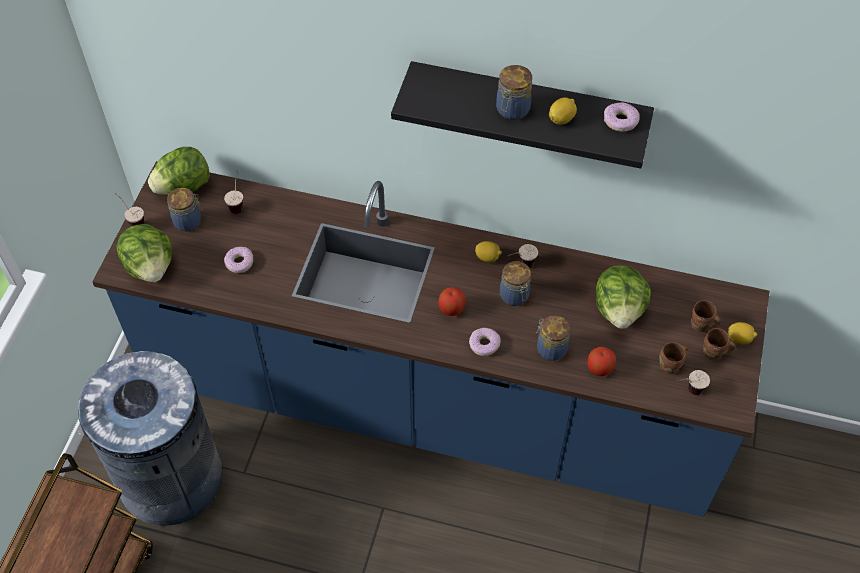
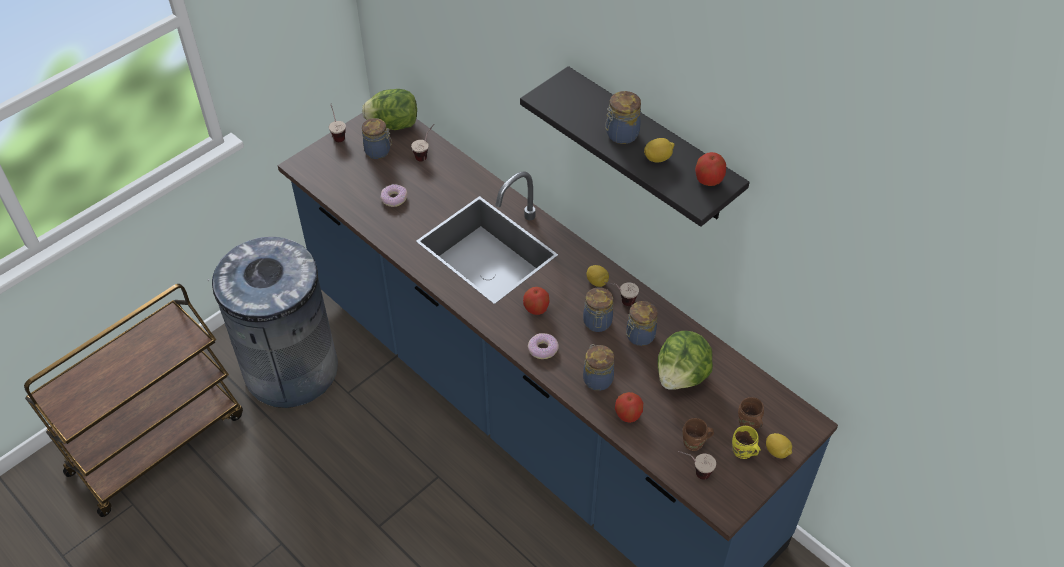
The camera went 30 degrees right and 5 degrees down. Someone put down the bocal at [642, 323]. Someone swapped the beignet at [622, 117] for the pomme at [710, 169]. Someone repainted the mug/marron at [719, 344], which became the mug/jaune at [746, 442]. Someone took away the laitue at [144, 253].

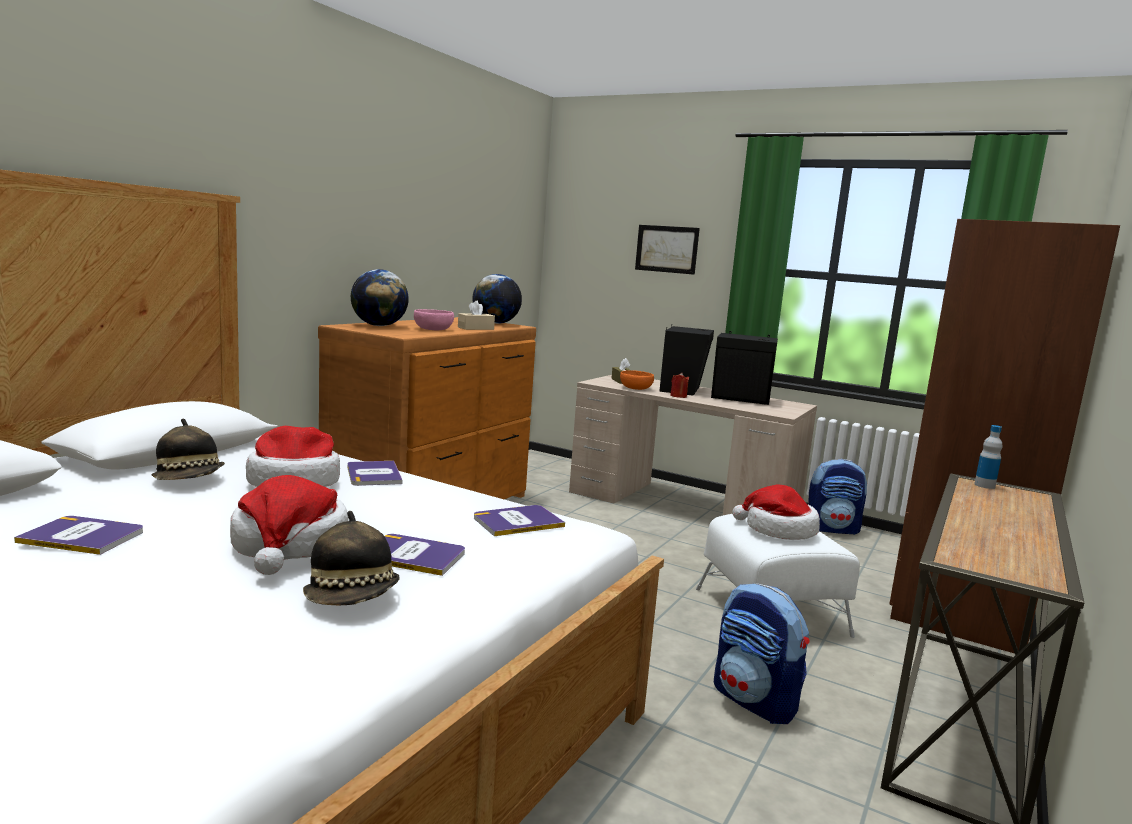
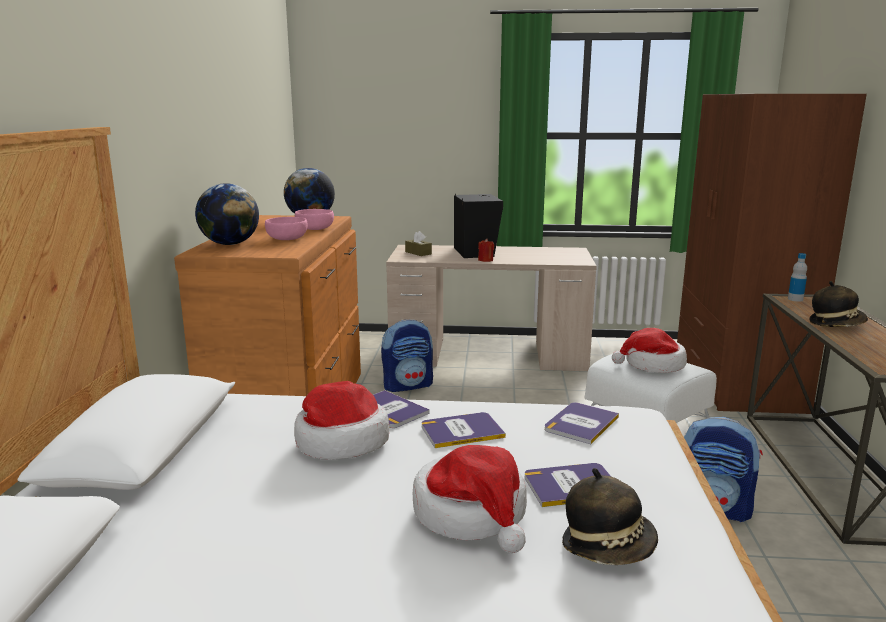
The camera went 25 degrees left and 5 degrees up. Someone swapped the boîte à mouchoirs/beige at [476, 315] for the bol/rose at [314, 219]. Someone carried the sac à dos from [838, 497] to [407, 355]. Someone carried the livre from [78, 535] to [464, 430]. Someone carried the chapeau from [188, 449] to [838, 304]. Someone took away the bol/orange at [637, 380]. Someone took away the tableau at [667, 250]. Someone took away the enceinte/noir at [744, 368].

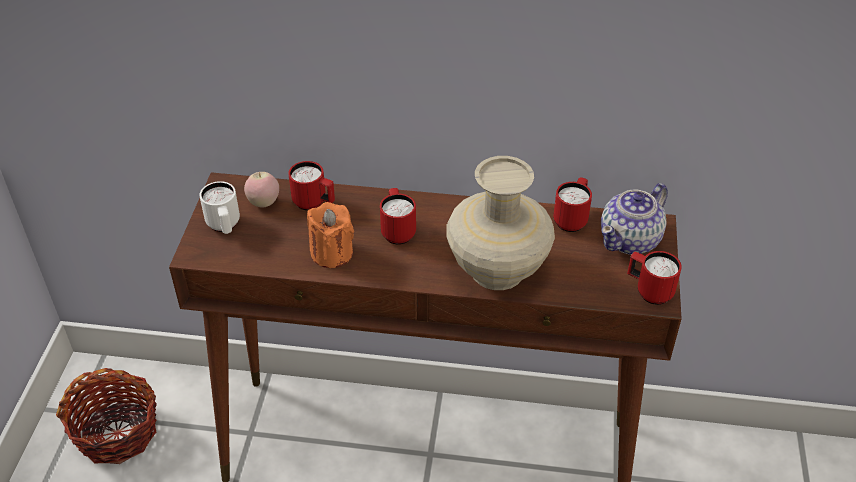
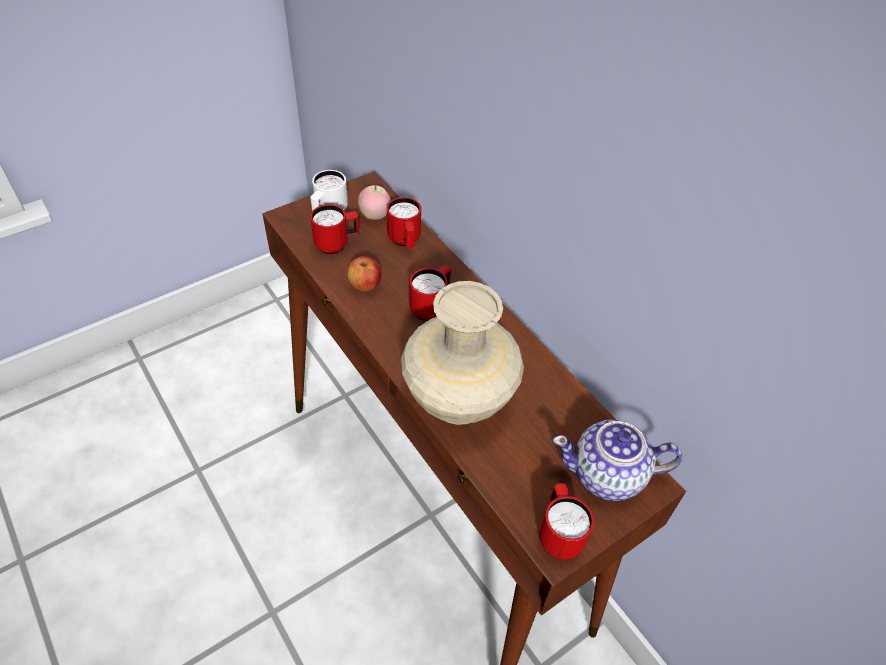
The camera went 45 degrees right and 5 degrees up. Someone carried the mug/rouge from [572, 204] to [334, 229]. Someone swapped the bougie/orange at [330, 235] for the pomme at [364, 273]. Someone took away the panier at [106, 416].

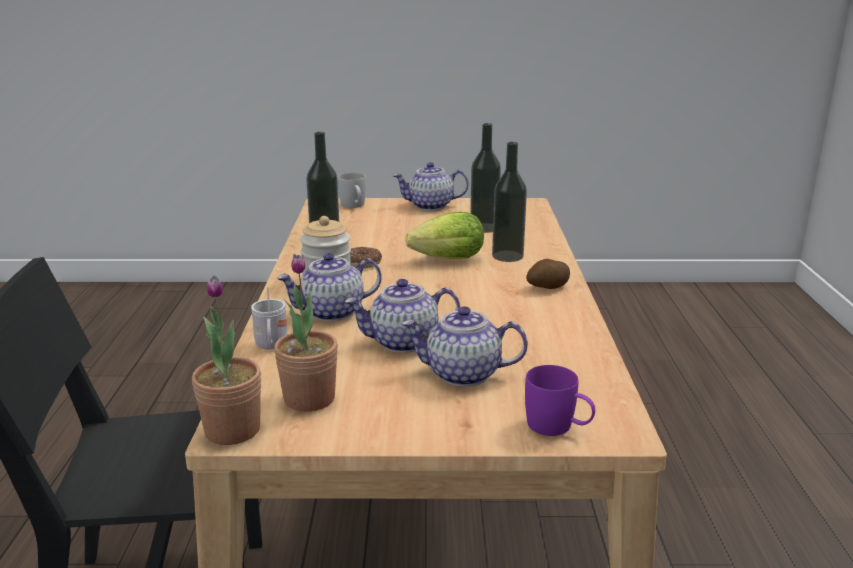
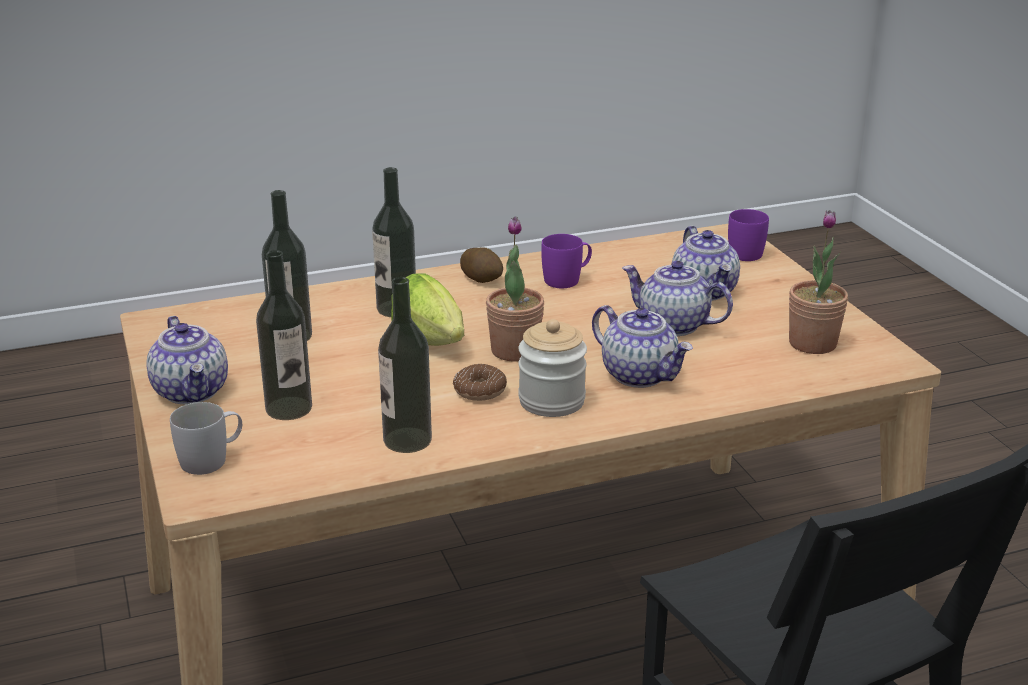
The camera went 110 degrees left and 5 degrees up. Someone put down the bouteille at [284, 335]. Someone carried the plante en pot from [226, 360] to [515, 289]. Someone put down the mug/violet at [566, 261]. Someone rotated the théière at [402, 316] by 150 degrees clockwise. Someone took away the mug/blanc at [269, 318].

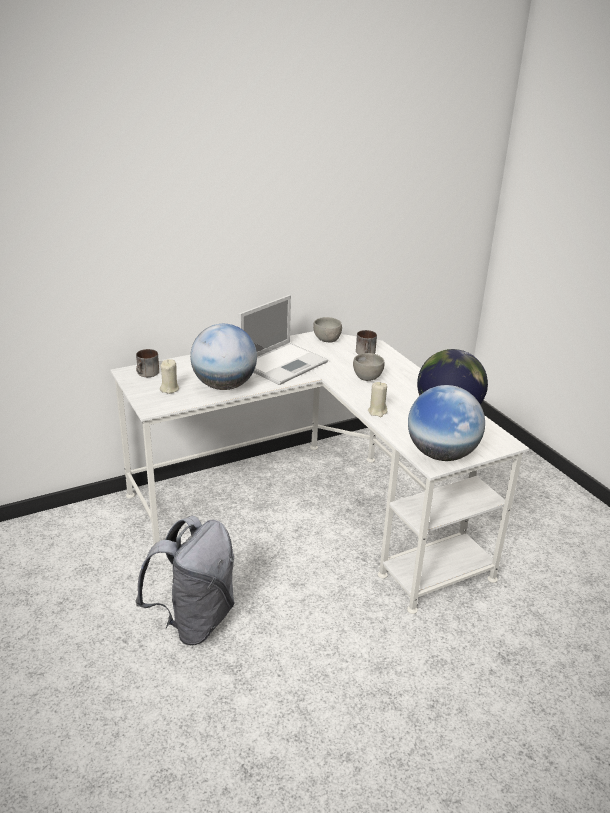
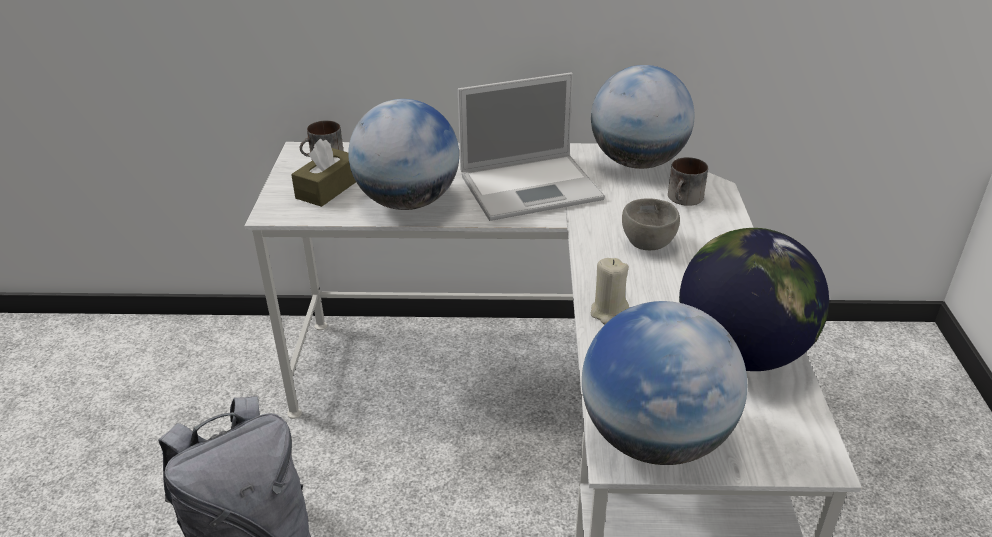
The camera went 30 degrees right and 5 degrees up. Someone swapped the bougie/beige at [169, 376] for the boîte à mouchoirs/marron at [323, 173]. Someone swapped the bol/gris at [327, 330] for the globe at [643, 117].

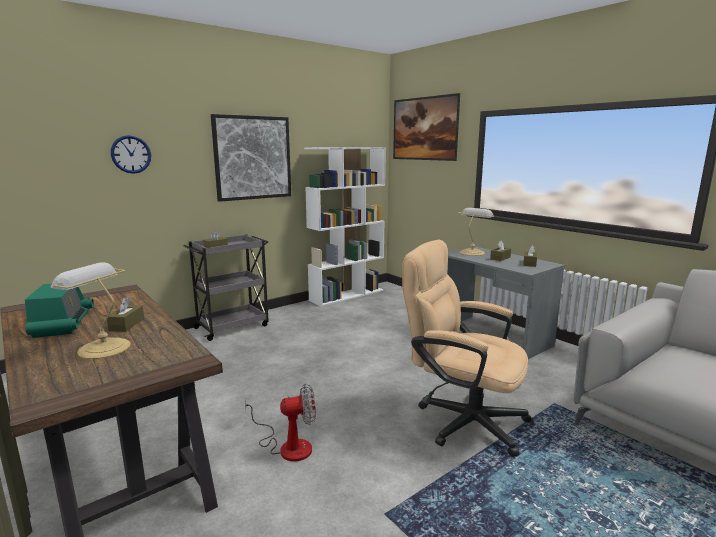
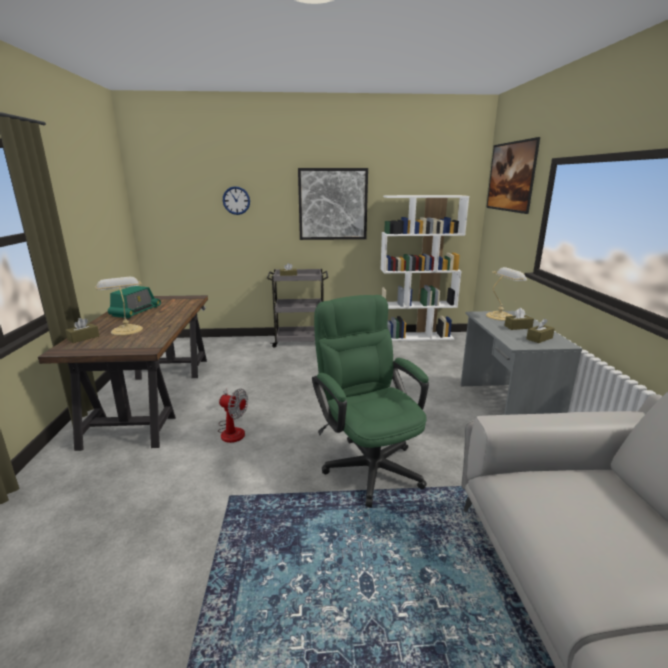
The camera went 35 degrees right and 5 degrees up. Someone carried the boîte à mouchoirs/marron from [125, 314] to [82, 330]. Someone repainted the chaise de bureau/beige at [467, 348], which became the chaise de bureau/vert at [370, 401].

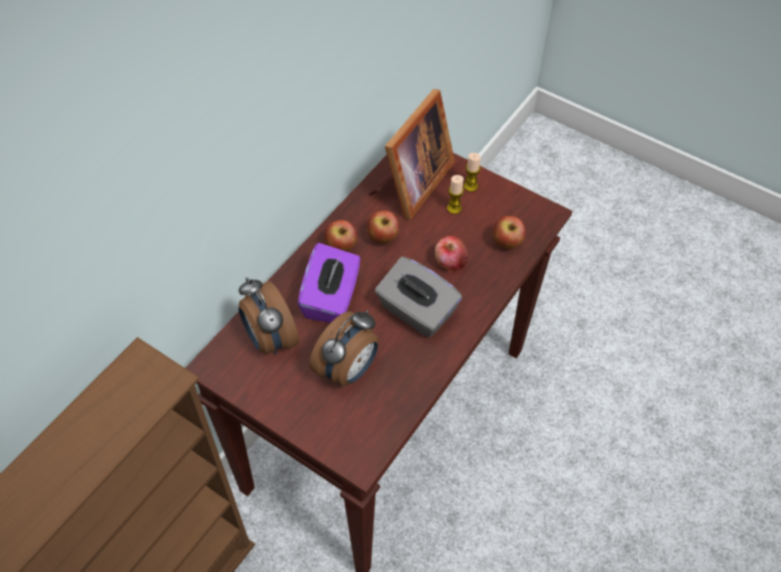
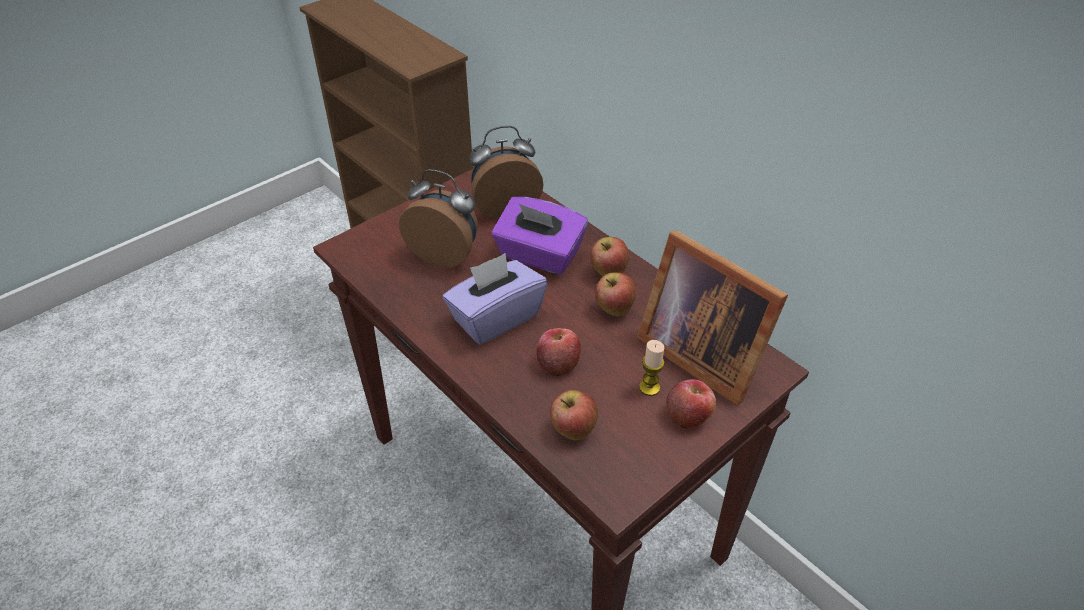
The camera went 105 degrees right and 10 degrees down. Someone rotated the réveil at [344, 348] by 150 degrees clockwise. Someone repainted the boîte à mouchoirs/gris at [418, 296], which became the boîte à mouchoirs/violet at [495, 299]. Someone swapped the bougie at [472, 172] for the pomme at [691, 403].

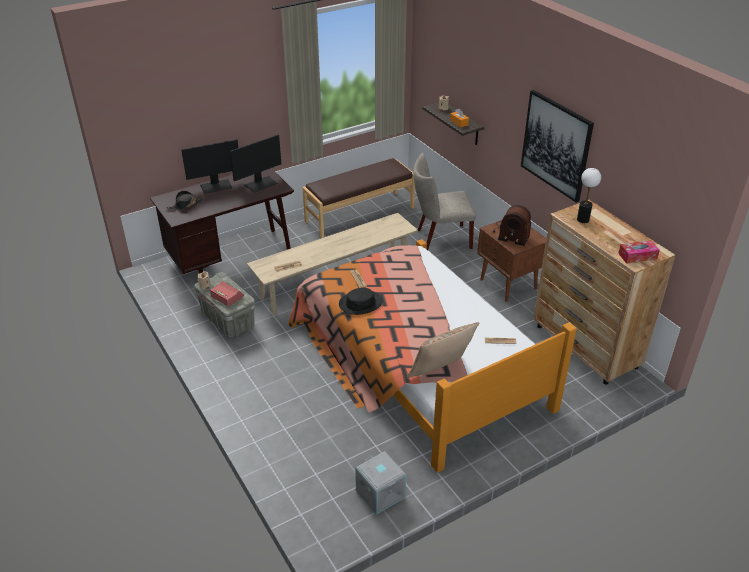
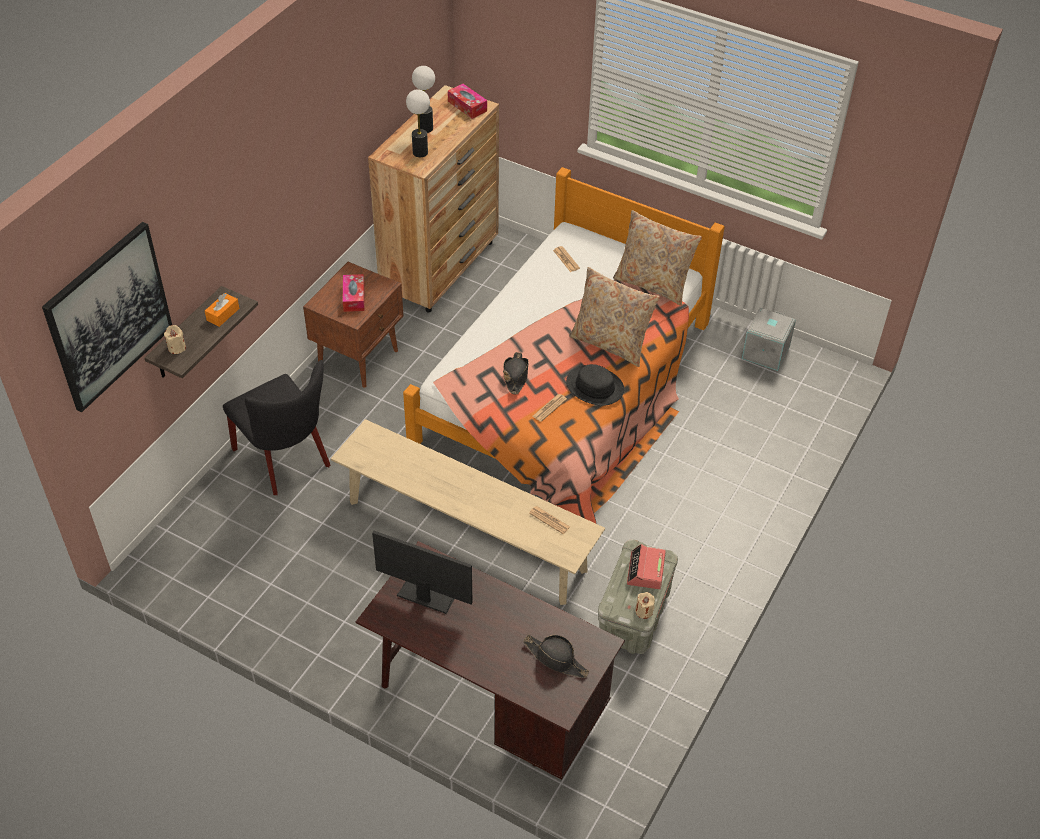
The camera went 120 degrees left and 10 degrees up. Someone carried the tableau from [557, 146] to [107, 317]. Someone repainted the chaise/beige at [444, 201], which became the chaise/noir at [276, 427]. Someone swapped the radio at [512, 225] for the boîte à mouchoirs at [354, 293]. Someone put down the lampe de table at [423, 99]. Someone put down the chapeau/noir at [516, 373]. Someone put down the coussin/beige at [614, 317]. Someone took away the écran d'ordinateur at [209, 166]. Someone took away the banc/marron at [358, 198].

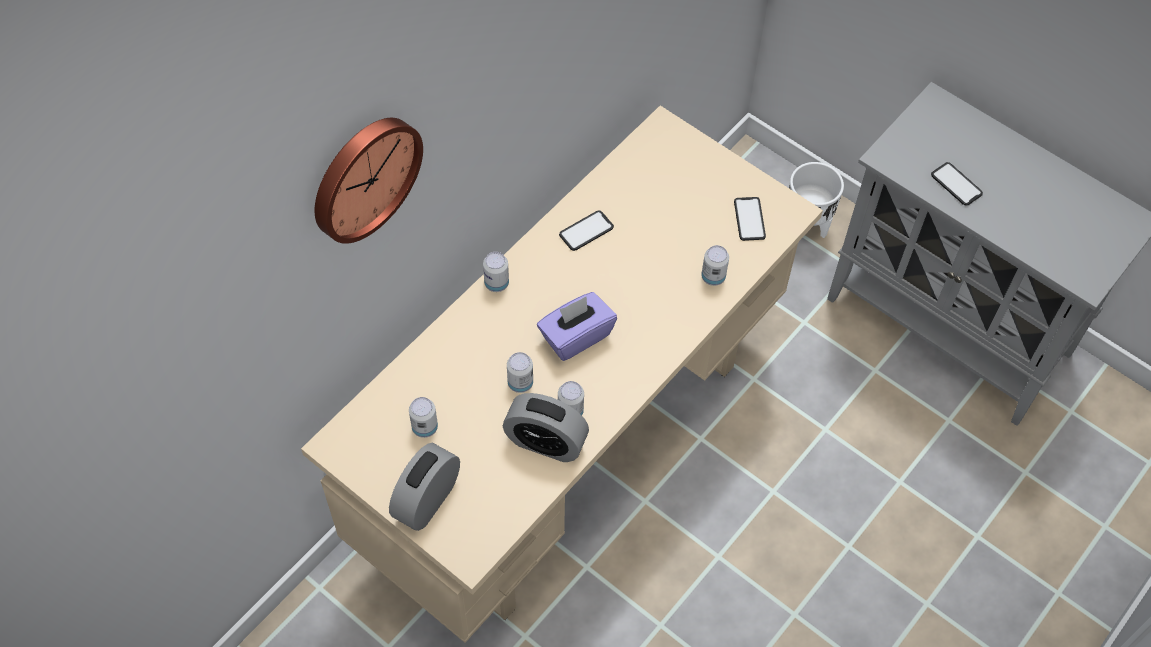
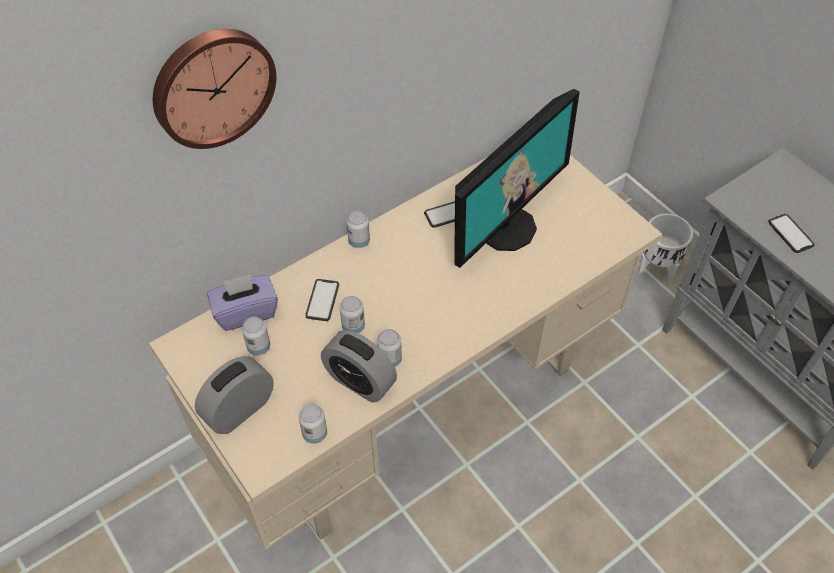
The camera went 15 degrees right and 5 degrees down. Someone carried the boîte à mouchoirs/violet from [577, 326] to [242, 303]. Someone carried the boîte métallique from [715, 265] to [313, 424]. Someone carried the téléphone from [750, 219] to [322, 300]. Someone put down the écran d'ordinateur at [517, 178].

